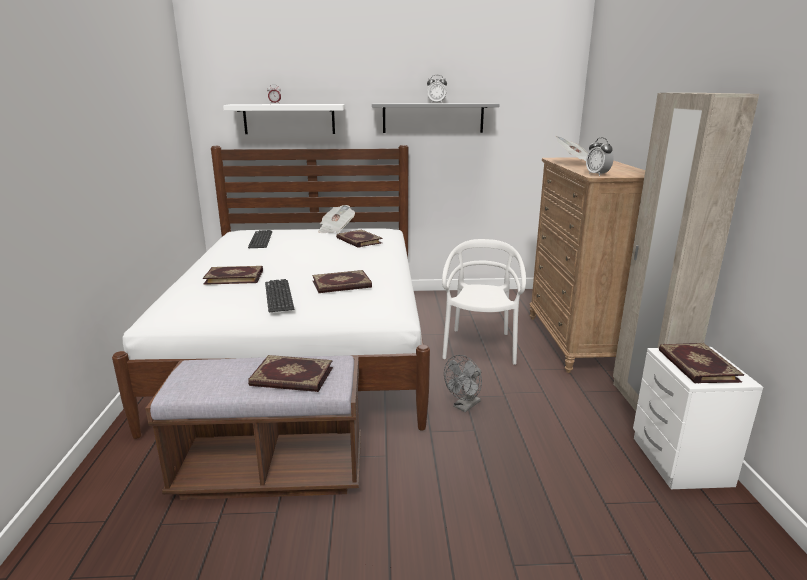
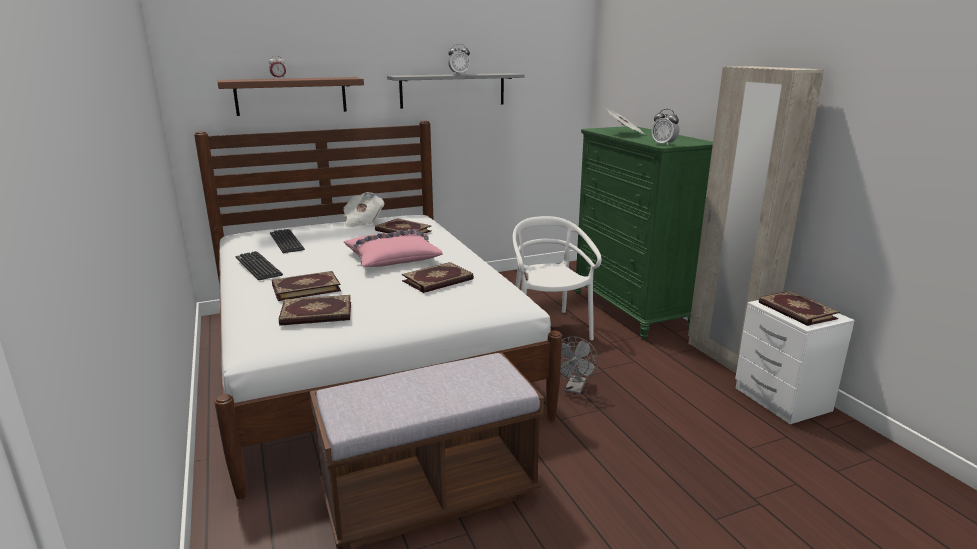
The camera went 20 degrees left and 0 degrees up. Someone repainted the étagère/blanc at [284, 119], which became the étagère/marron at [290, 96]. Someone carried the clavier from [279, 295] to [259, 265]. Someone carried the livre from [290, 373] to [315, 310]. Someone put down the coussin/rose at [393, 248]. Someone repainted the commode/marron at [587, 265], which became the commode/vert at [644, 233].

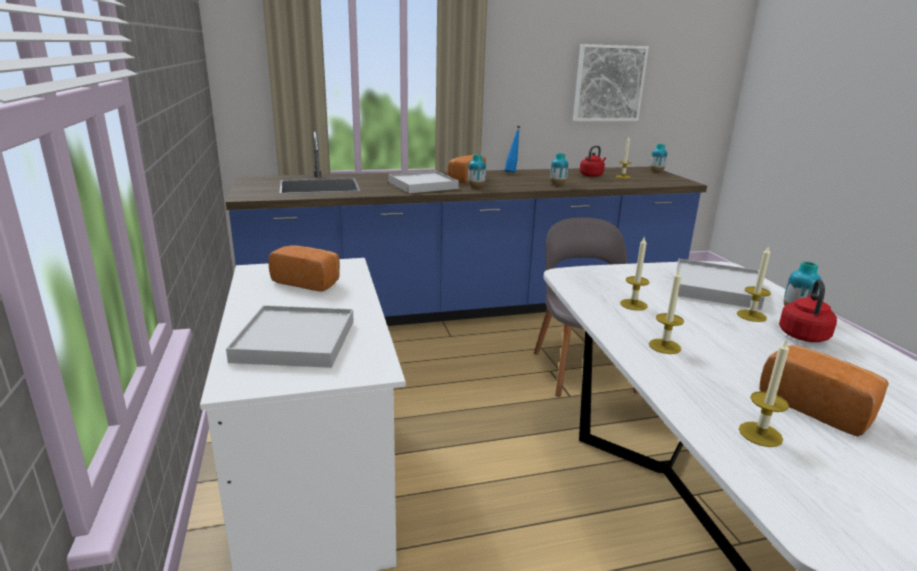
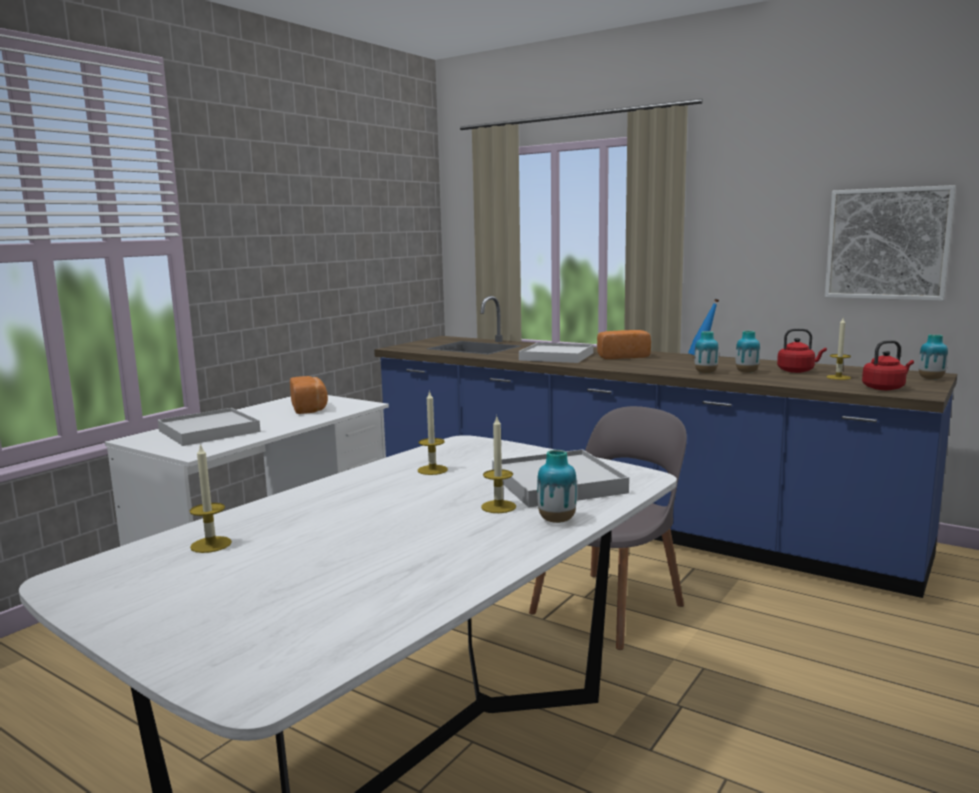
The camera went 50 degrees right and 10 degrees down. Someone carried the vase from [477, 170] to [748, 352]. Someone carried the bouilloire/rouge from [808, 310] to [888, 365]. Someone took away the bougie at [666, 312]. Someone took away the pain at [824, 390].

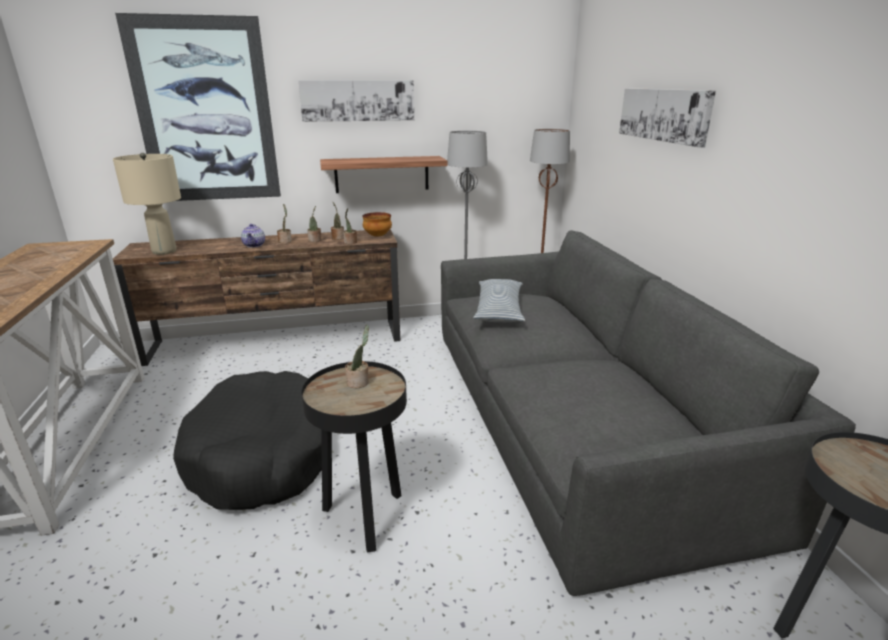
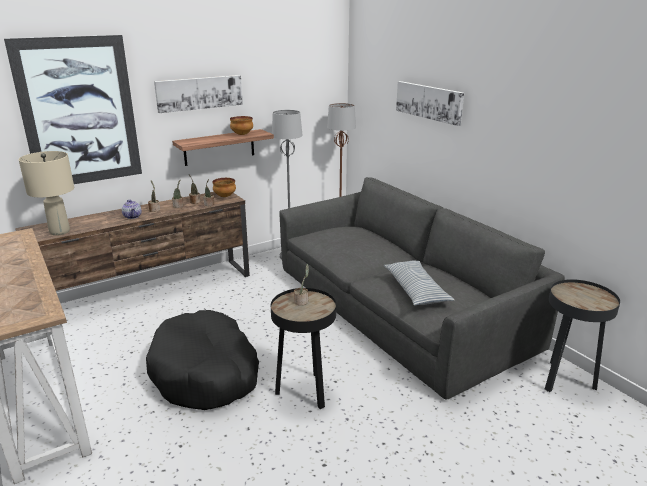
The camera went 20 degrees left and 0 degrees up. Someone put down the bol at [241, 125]. Someone carried the coussin from [499, 300] to [419, 283].

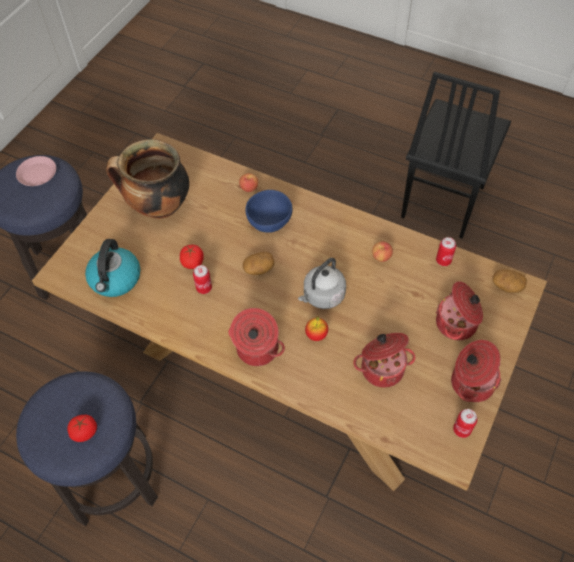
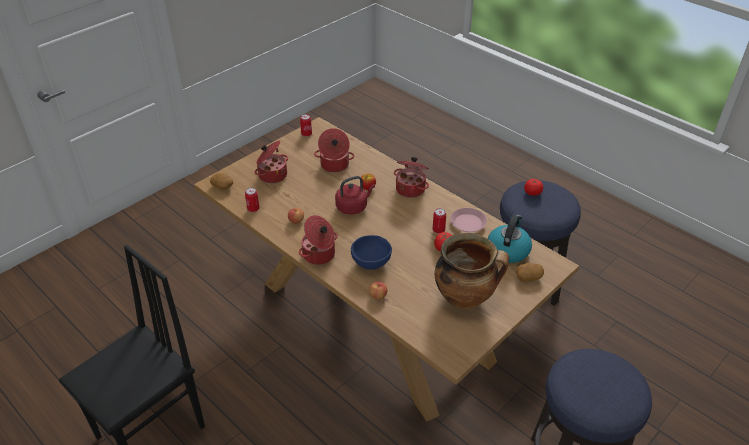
The camera went 165 degrees left and 15 degrees down. Someone carried the marmite from [476, 371] to [318, 240]. Someone repainted the bouilloire/gris at [322, 283], which became the bouilloire/rouge at [355, 195]. Someone carried the assiette/rose from [36, 171] to [468, 220]. Someone carried the pomme de terre from [259, 263] to [530, 272].

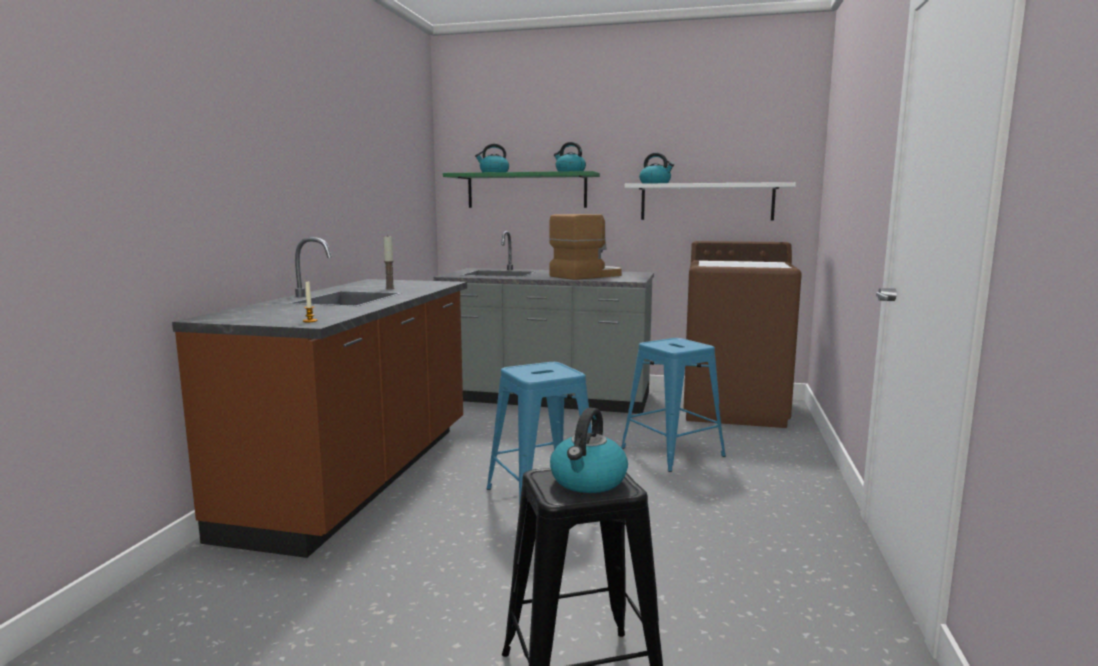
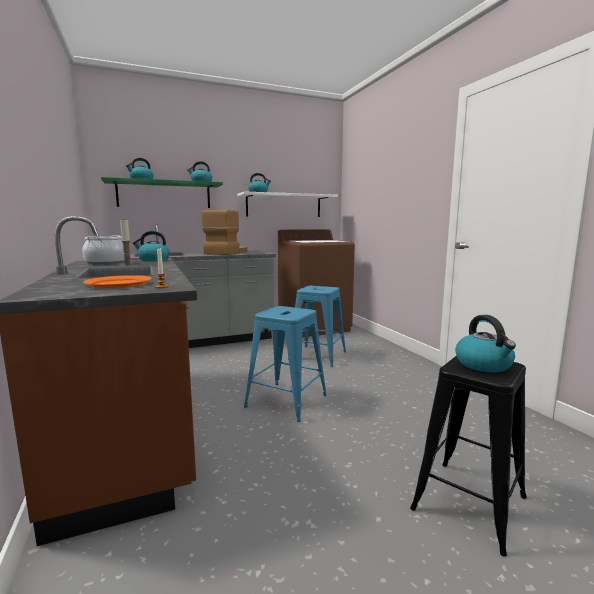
The camera went 35 degrees left and 0 degrees up. Someone put down the marmite at [103, 249]. Someone put down the assiette/orange at [117, 281]. Someone put down the bouilloire at [151, 246].

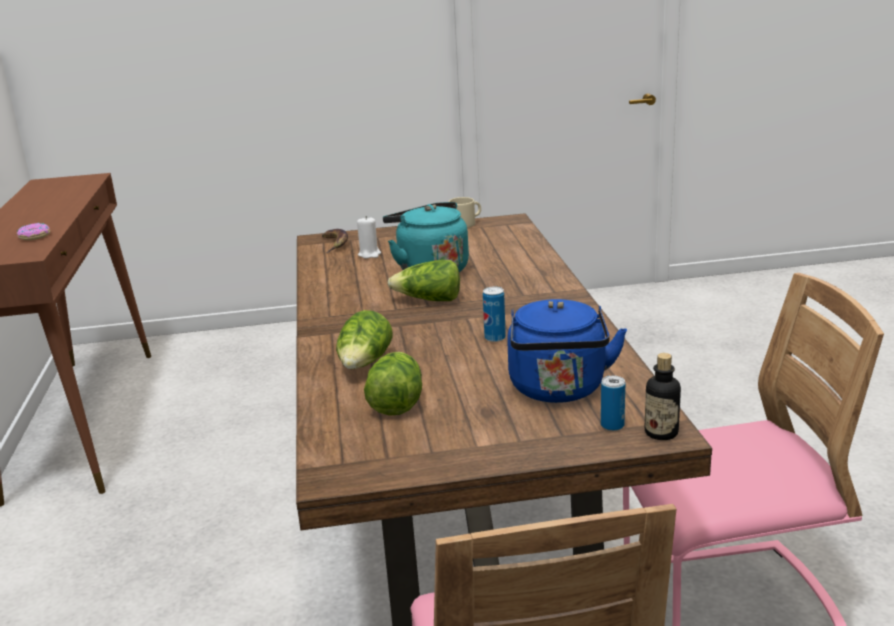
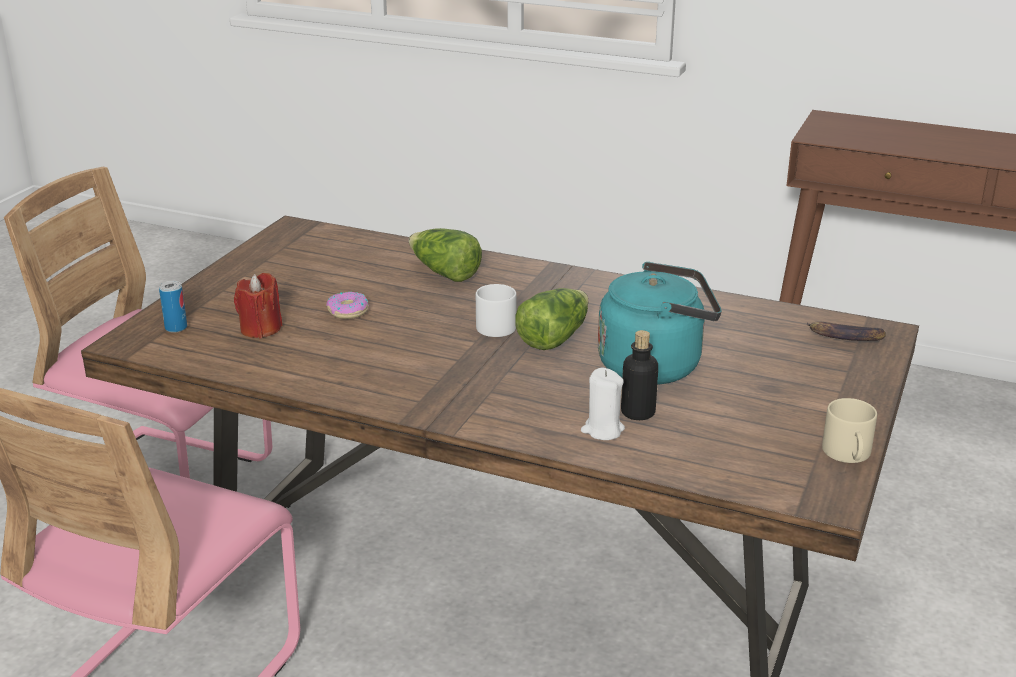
The camera went 120 degrees right and 5 degrees up. Someone swapped the bouilloire/bleu at [567, 351] for the bougie/rouge at [258, 305]. Someone carried the beignet from [33, 231] to [347, 305]. Someone put down the mug/blanc at [496, 310]. Someone carried the bougie/blanc from [369, 237] to [603, 404]. Someone carried the bouteille from [663, 396] to [639, 375]. Someone took away the laitue at [393, 384]. Someone took away the boîte métallique at [494, 314].

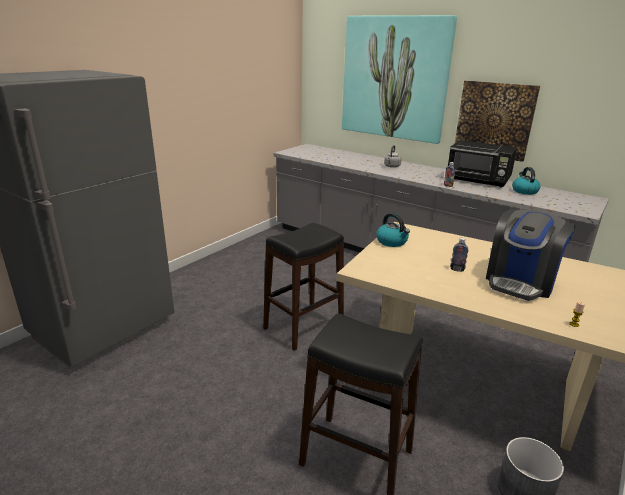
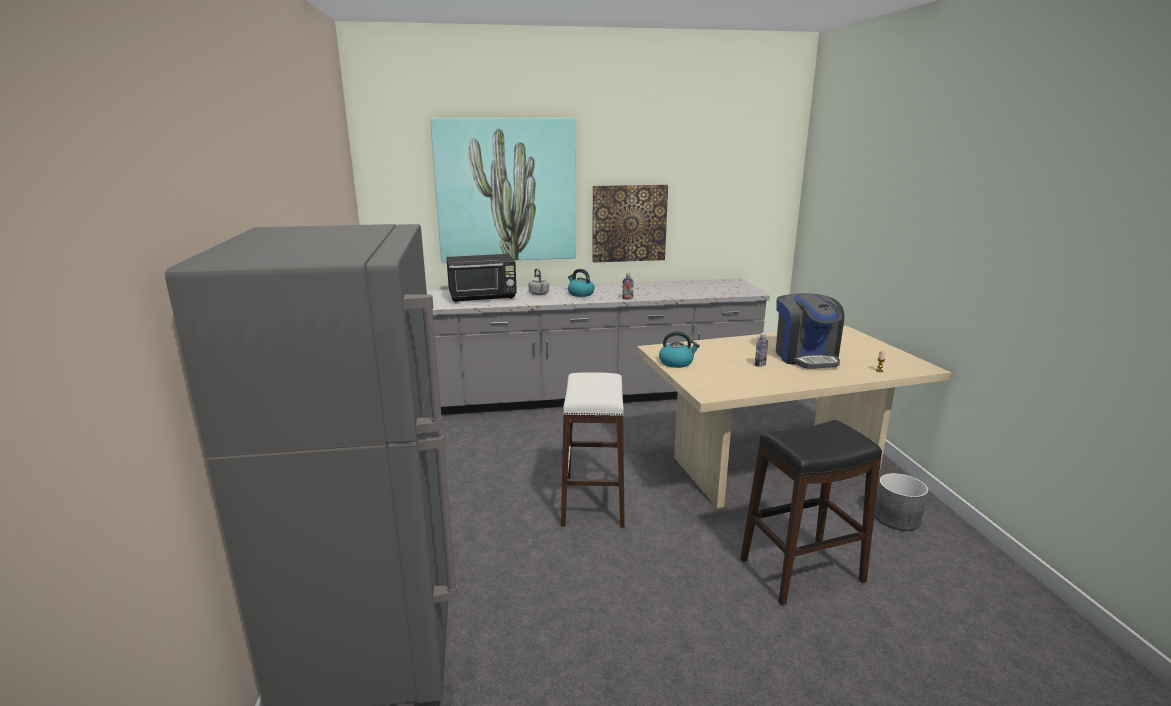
The camera went 45 degrees left and 5 degrees down. Someone carried the micro-ondes/noir from [482, 164] to [481, 278]. Someone repainted the tabouret/noir at [303, 287], which became the tabouret/blanc at [593, 450]. Someone carried the bouilloire from [526, 181] to [581, 283].

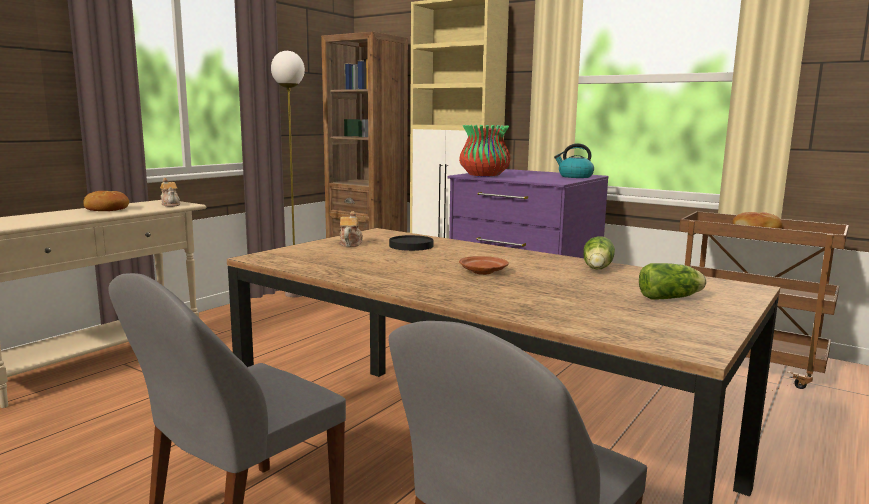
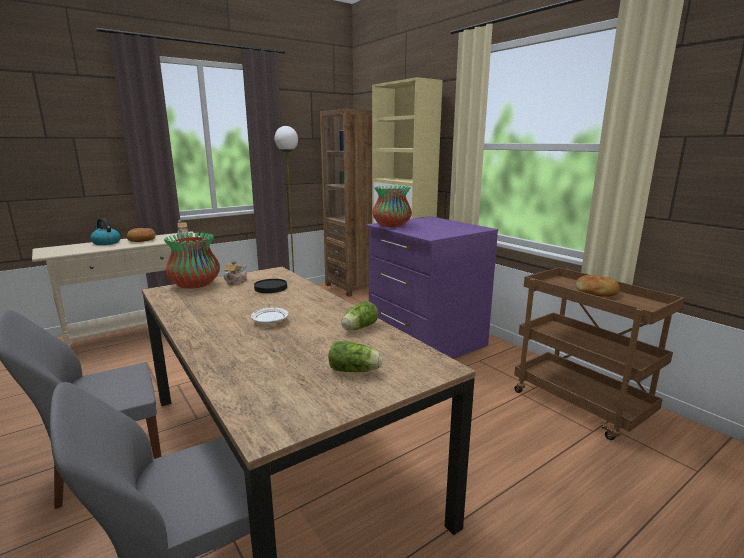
The camera went 20 degrees right and 5 degrees up. Someone carried the bouilloire from [574, 160] to [105, 231]. Someone put down the vase at [192, 261]. Someone repainted the assiette/marron at [484, 265], which became the assiette/blanc at [269, 316].

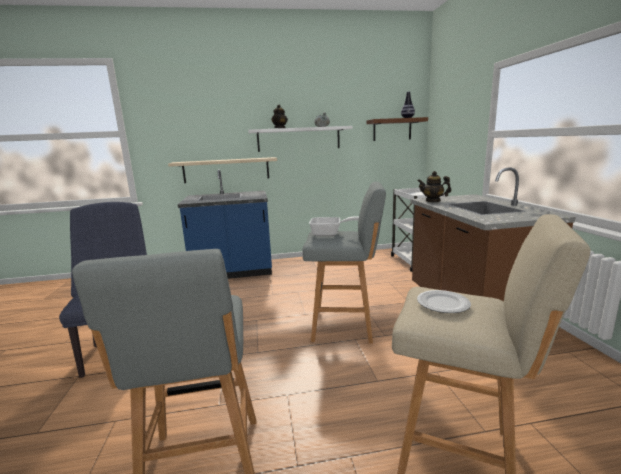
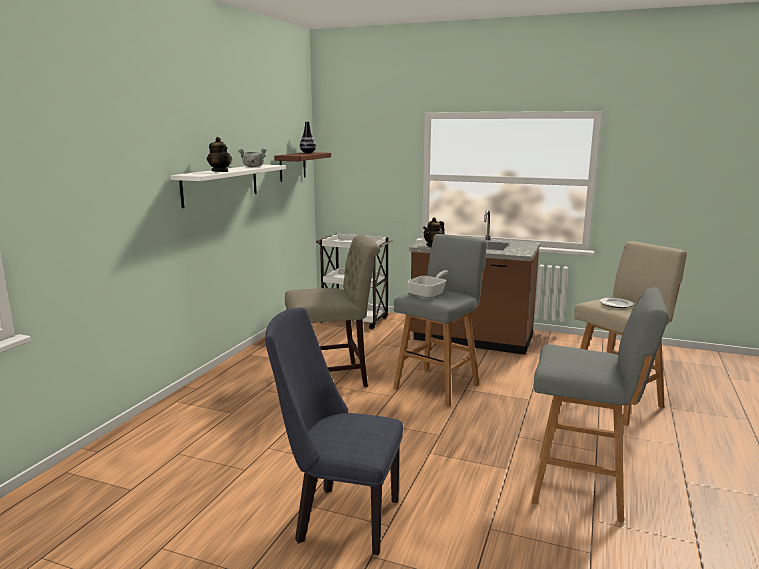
The camera went 60 degrees left and 0 degrees up. Someone put down the chaise/beige at [332, 310]. Someone took away the étagère/beige at [222, 170]. Someone took away the comptoir de cuisine/bleu at [225, 224].

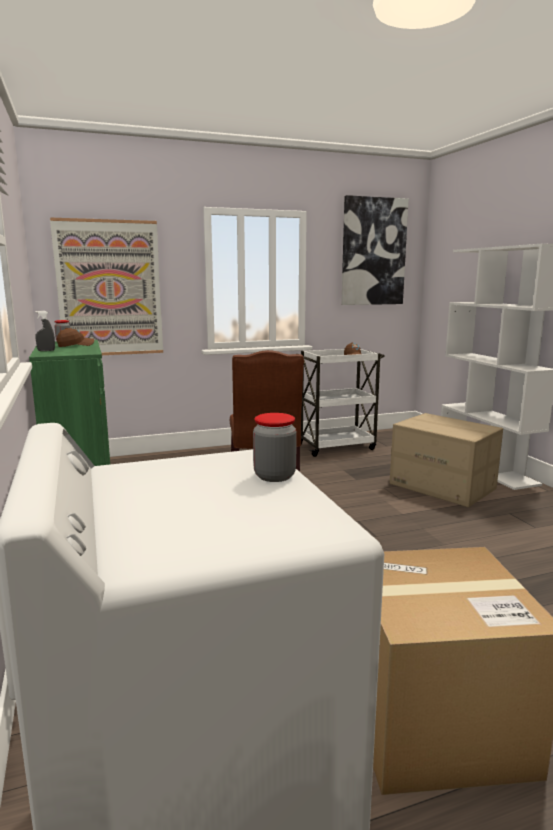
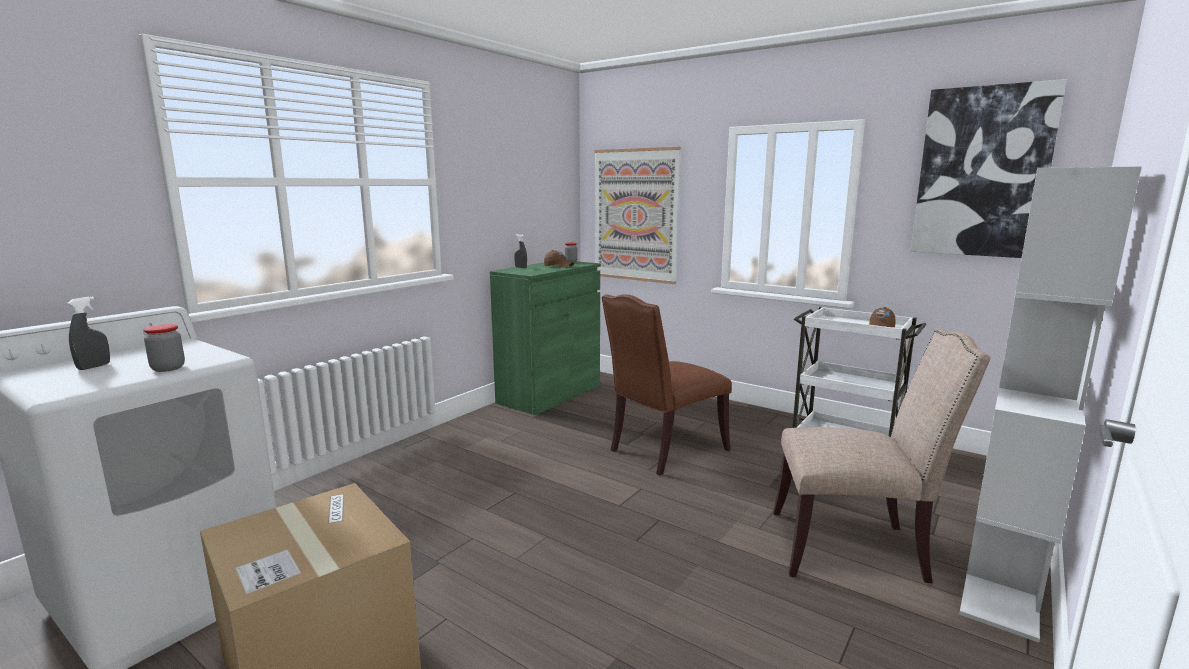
The camera went 55 degrees right and 0 degrees up. Someone put down the vaporisateur/gris at [88, 333]. Someone swapped the carton at [446, 460] for the chaise/beige at [881, 455].

